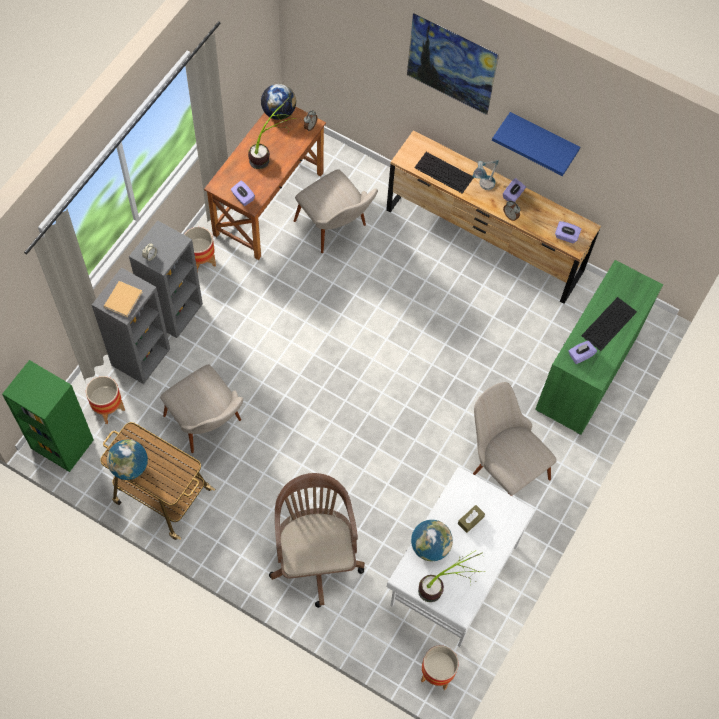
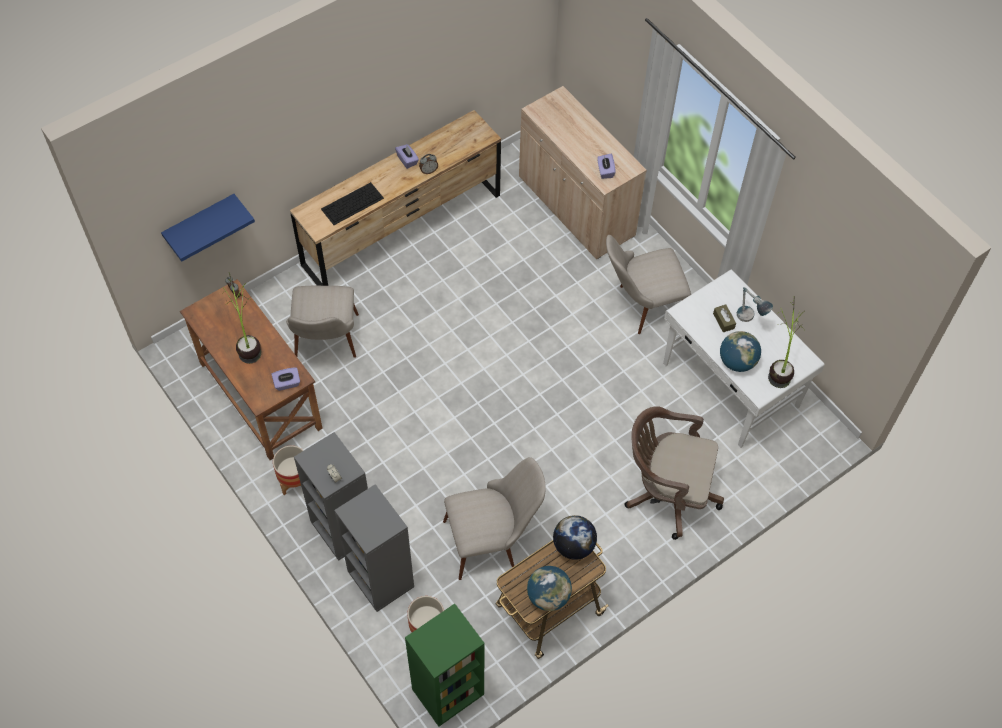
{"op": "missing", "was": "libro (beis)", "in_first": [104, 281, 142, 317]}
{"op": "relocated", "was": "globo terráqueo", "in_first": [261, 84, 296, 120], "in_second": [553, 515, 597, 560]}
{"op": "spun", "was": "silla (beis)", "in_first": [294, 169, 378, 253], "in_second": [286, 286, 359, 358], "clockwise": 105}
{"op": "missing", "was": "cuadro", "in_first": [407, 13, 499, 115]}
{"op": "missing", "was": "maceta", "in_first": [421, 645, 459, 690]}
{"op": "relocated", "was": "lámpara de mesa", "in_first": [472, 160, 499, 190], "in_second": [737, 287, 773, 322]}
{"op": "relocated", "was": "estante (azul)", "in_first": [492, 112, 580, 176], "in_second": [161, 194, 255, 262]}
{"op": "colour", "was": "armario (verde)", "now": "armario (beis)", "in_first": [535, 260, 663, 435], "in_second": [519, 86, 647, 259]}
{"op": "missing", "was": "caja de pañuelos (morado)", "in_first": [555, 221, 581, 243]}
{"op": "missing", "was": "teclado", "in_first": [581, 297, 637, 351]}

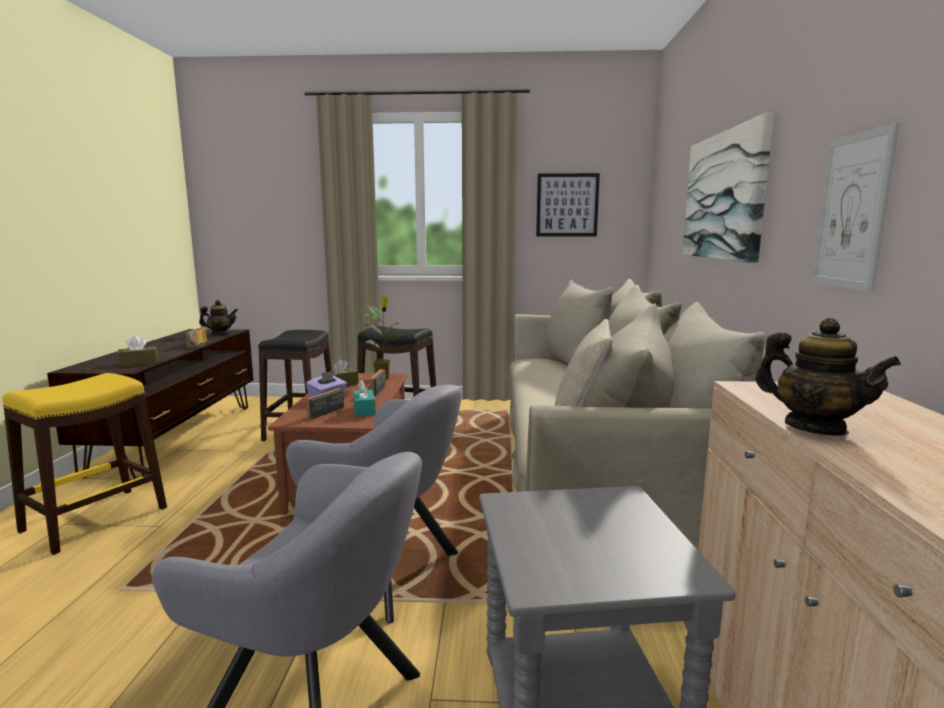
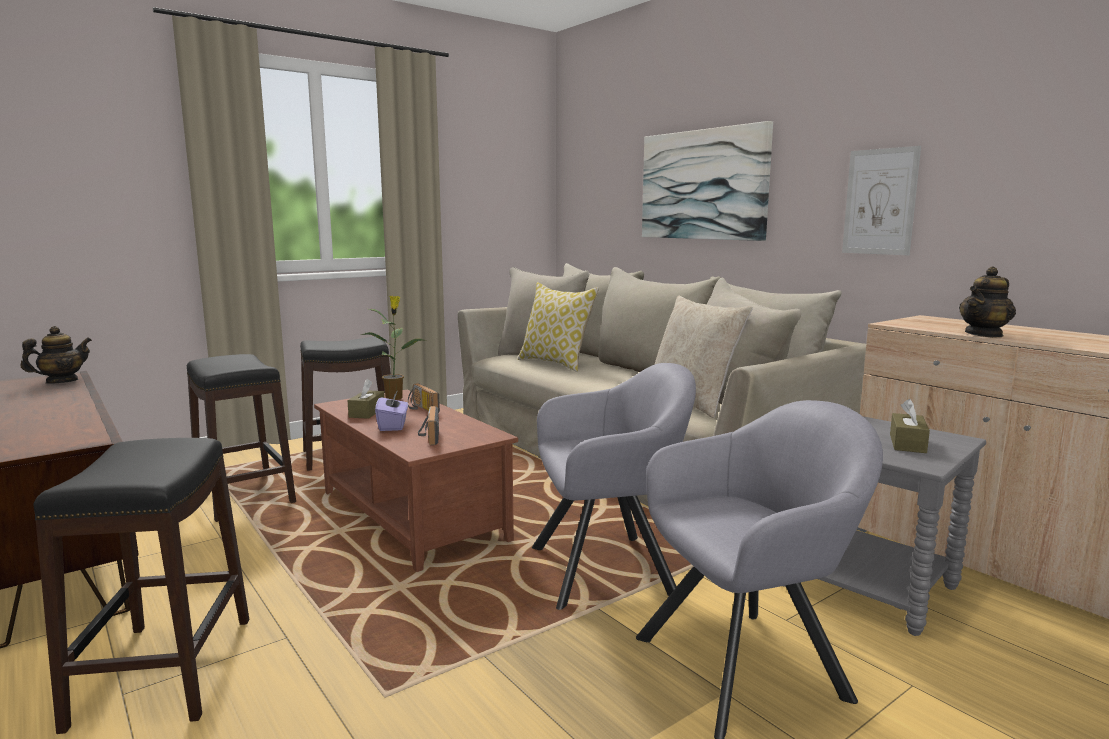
{"op": "colour", "was": "taburete (amarillo)", "now": "taburete (negro)", "in_first": [2, 373, 167, 555], "in_second": [33, 438, 249, 734]}
{"op": "relocated", "was": "caja de pañuelos (marrón)", "in_first": [118, 335, 157, 367], "in_second": [890, 399, 930, 453]}
{"op": "missing", "was": "radio", "in_first": [184, 327, 207, 348]}
{"op": "missing", "was": "caja de pañuelos (turquesa)", "in_first": [353, 380, 376, 417]}
{"op": "missing", "was": "cuadro", "in_first": [536, 173, 600, 237]}
{"op": "spun", "was": "tetera", "in_first": [755, 318, 901, 435], "in_second": [959, 267, 1016, 338], "clockwise": 135}
{"op": "appeared", "now": "cojín", "in_second": [518, 282, 599, 372]}

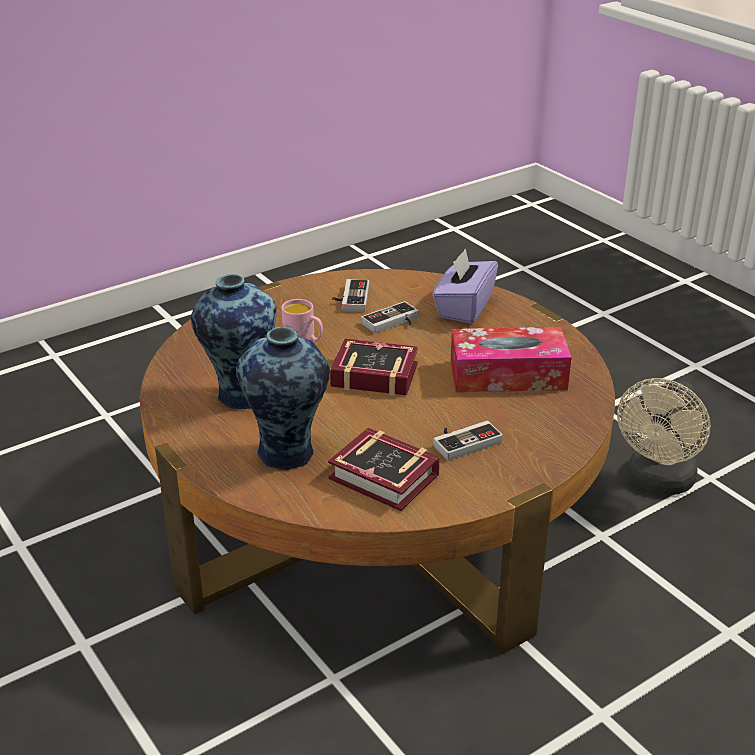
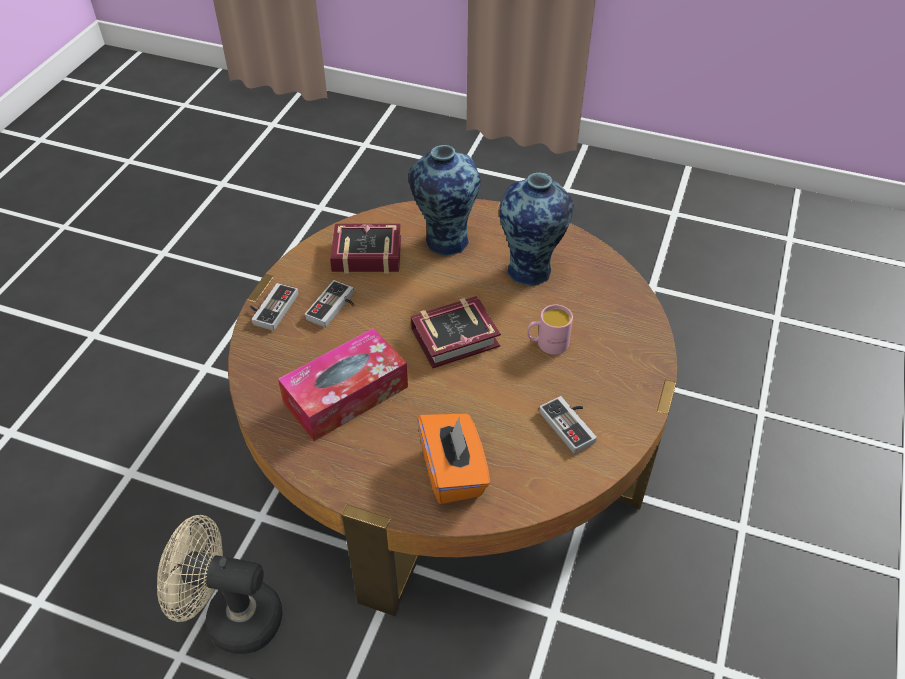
{"op": "relocated", "was": "mando de consola", "in_first": [361, 301, 419, 333], "in_second": [250, 283, 298, 331]}
{"op": "colour", "was": "caja de pañuelos (morado)", "now": "caja de pañuelos (naranja)", "in_first": [433, 248, 498, 324], "in_second": [417, 414, 490, 504]}
{"op": "spun", "was": "ventilador (beis)", "in_first": [617, 378, 711, 495], "in_second": [157, 515, 283, 654], "clockwise": -75}

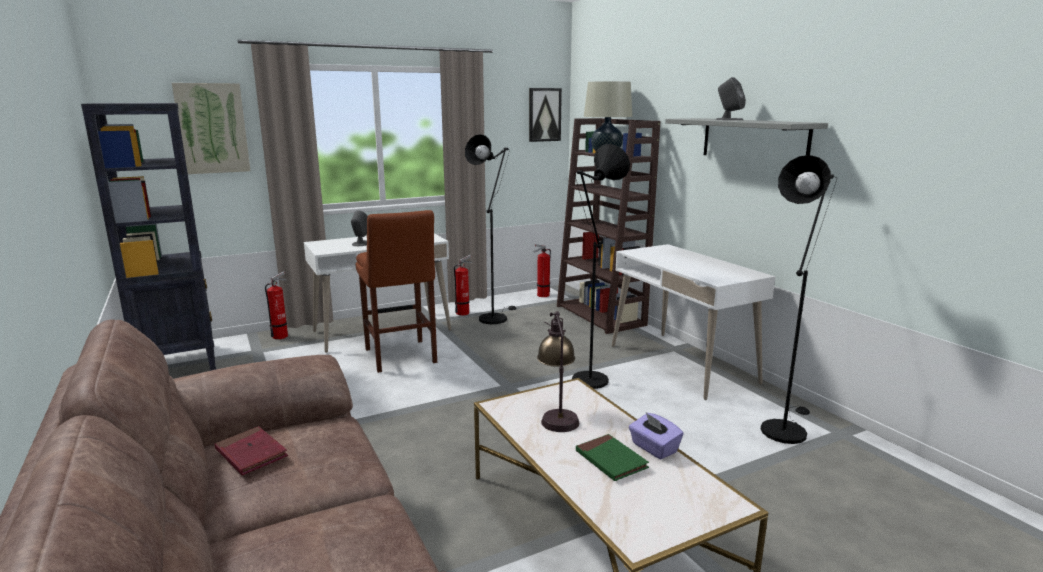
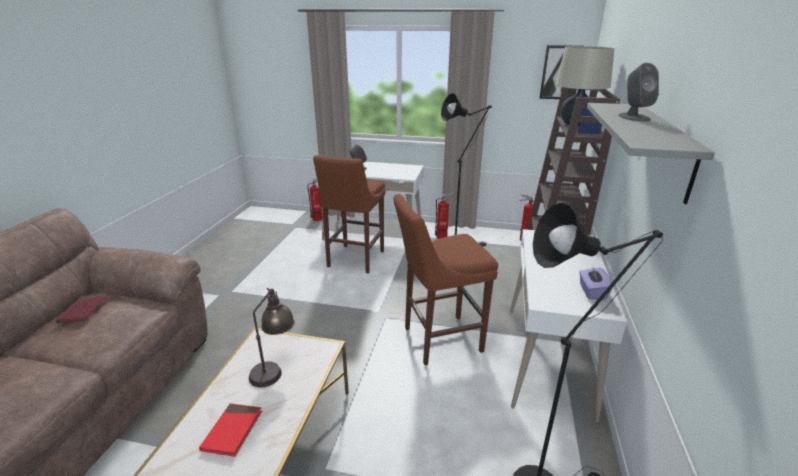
{"op": "missing", "was": "estantería (negro)", "in_first": [81, 103, 216, 371]}
{"op": "missing", "was": "cuadro", "in_first": [172, 83, 251, 174]}
{"op": "exchanged", "was": "lámpara de pie (negro)", "now": "taburete (marrón)", "in_first": [572, 144, 630, 389], "in_second": [393, 194, 498, 365]}
{"op": "colour", "was": "libro (verde)", "now": "libro (rojo)", "in_first": [576, 434, 649, 481], "in_second": [199, 403, 262, 457]}
{"op": "relocated", "was": "caja de pañuelos (morado)", "in_first": [629, 413, 684, 459], "in_second": [579, 266, 612, 300]}

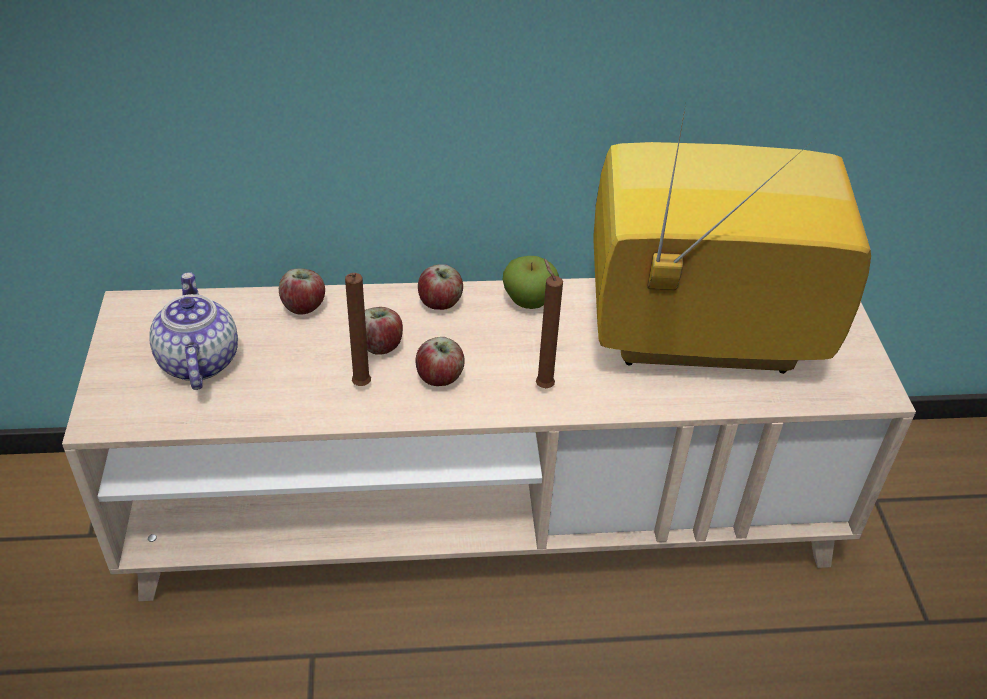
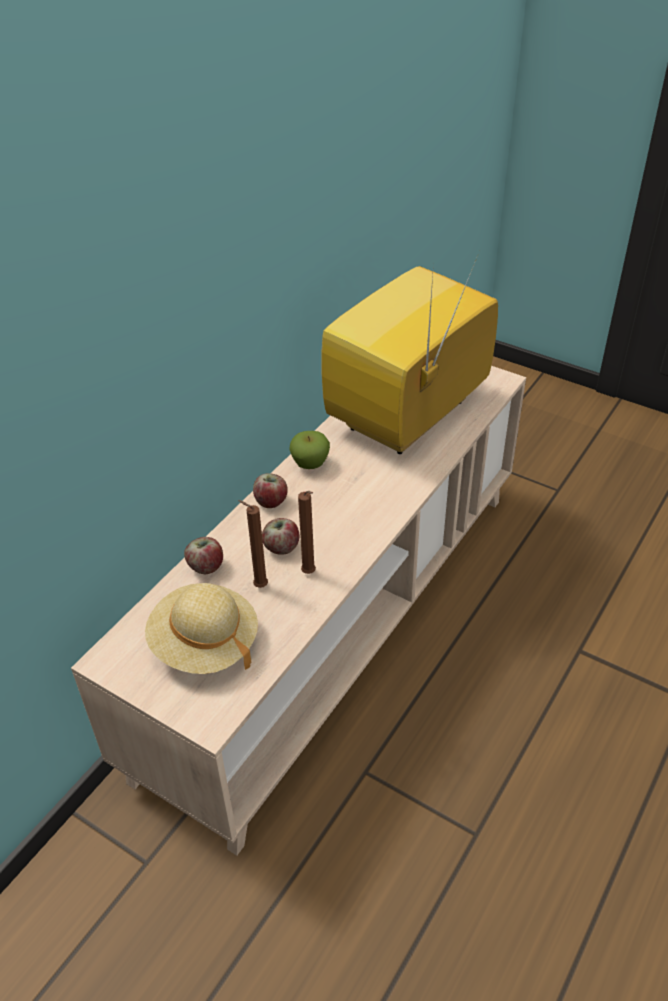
{"op": "exchanged", "was": "tetera", "now": "sombrero (beis)", "in_first": [149, 272, 238, 390], "in_second": [145, 583, 258, 674]}
{"op": "missing", "was": "manzana", "in_first": [416, 337, 465, 386]}
{"op": "relocated", "was": "vela (marrón)", "in_first": [536, 258, 563, 388], "in_second": [238, 500, 268, 588]}

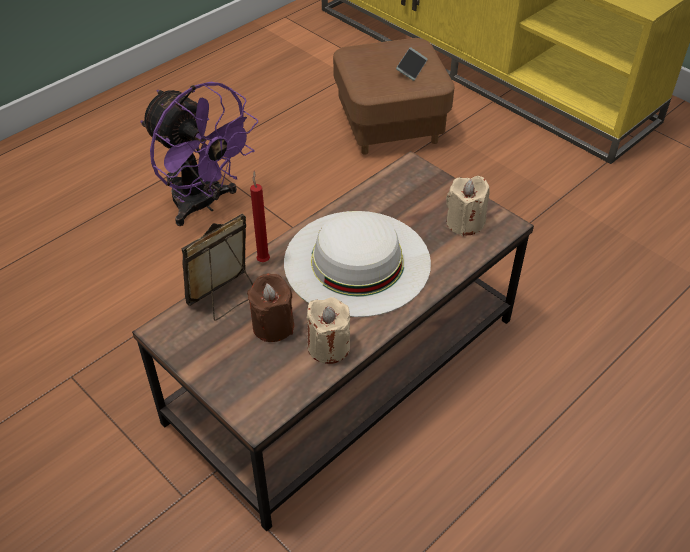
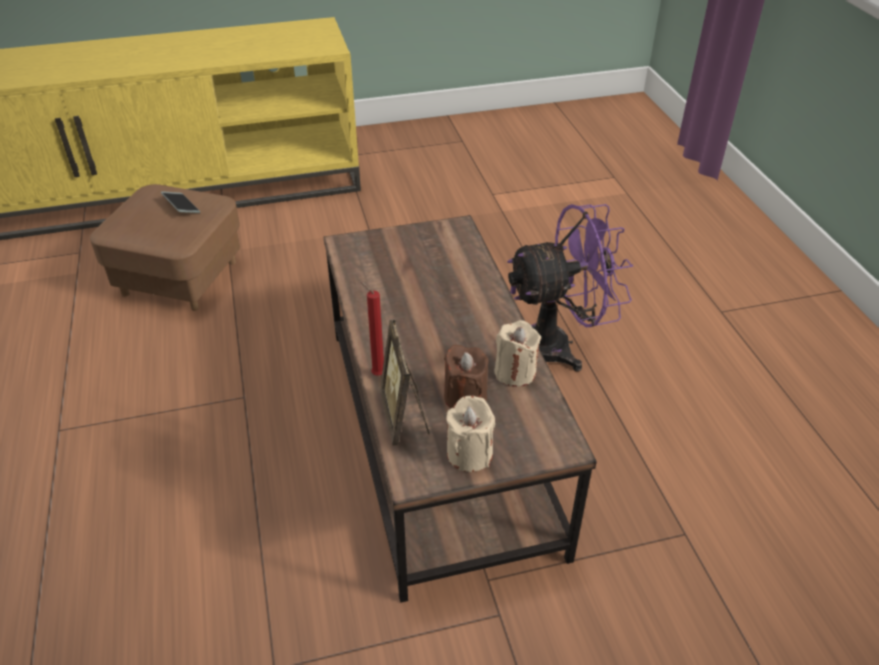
{"op": "relocated", "was": "ventilador (morado)", "in_first": [141, 82, 258, 226], "in_second": [507, 204, 634, 372]}
{"op": "missing", "was": "sombrero (blanco)", "in_first": [284, 211, 431, 317]}
{"op": "relocated", "was": "vela (beis)", "in_first": [446, 176, 490, 236], "in_second": [446, 396, 495, 472]}

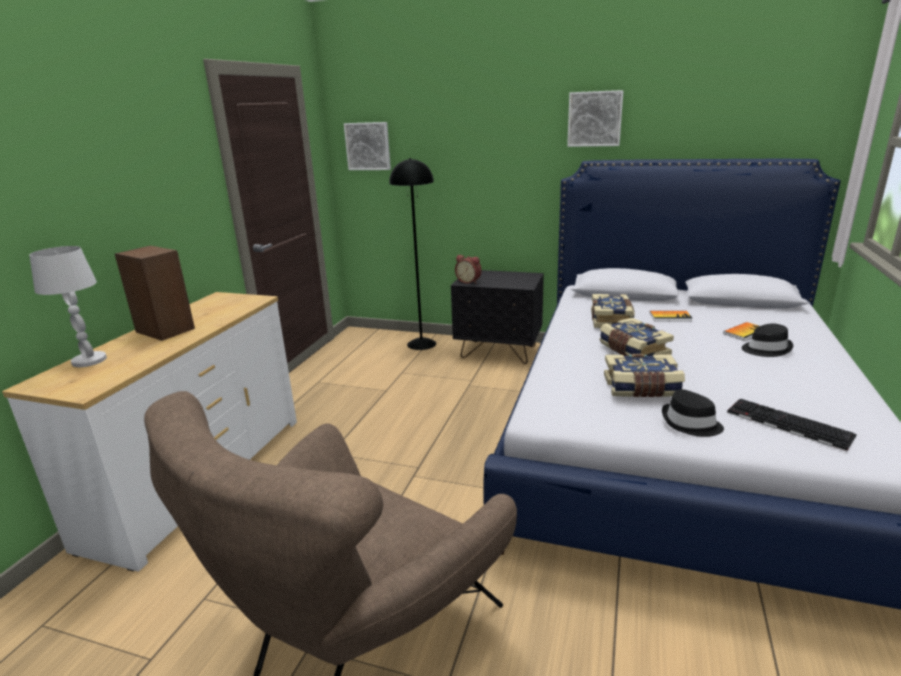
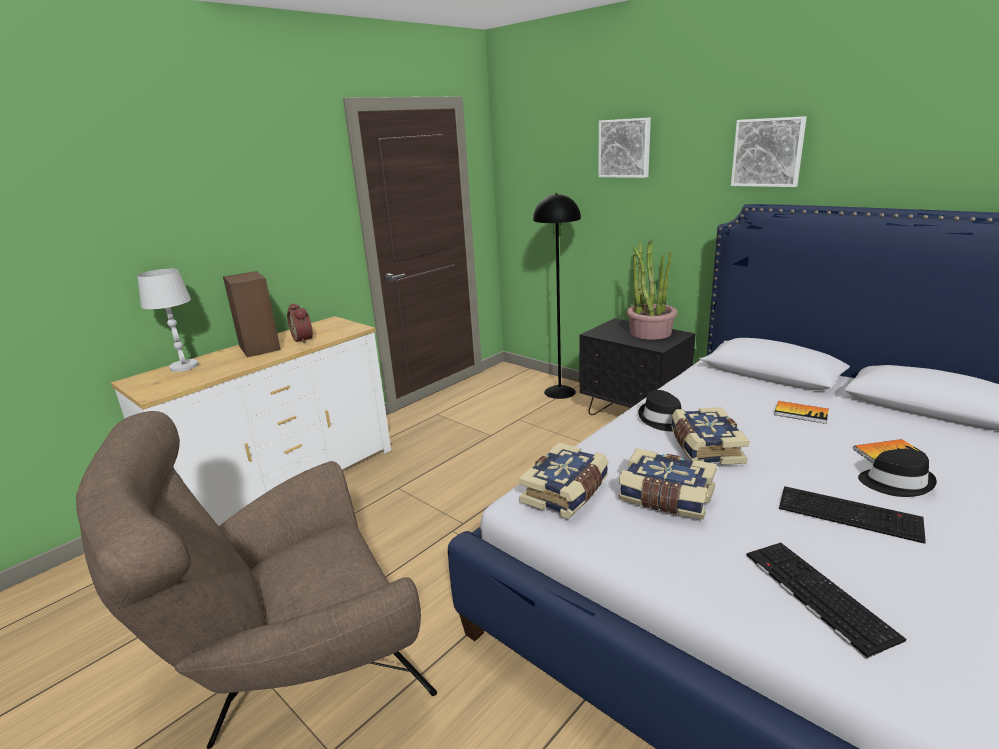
{"op": "relocated", "was": "cuadro", "in_first": [344, 122, 391, 170], "in_second": [598, 117, 651, 178]}
{"op": "relocated", "was": "despertador", "in_first": [455, 255, 482, 284], "in_second": [287, 303, 313, 344]}
{"op": "relocated", "was": "libro", "in_first": [591, 294, 635, 328], "in_second": [518, 442, 609, 519]}
{"op": "relocated", "was": "sombrero (negro)", "in_first": [662, 389, 724, 437], "in_second": [638, 390, 681, 431]}
{"op": "appeared", "now": "planta en maceta", "in_second": [627, 240, 677, 340]}
{"op": "appeared", "now": "teclado", "in_second": [779, 486, 926, 544]}

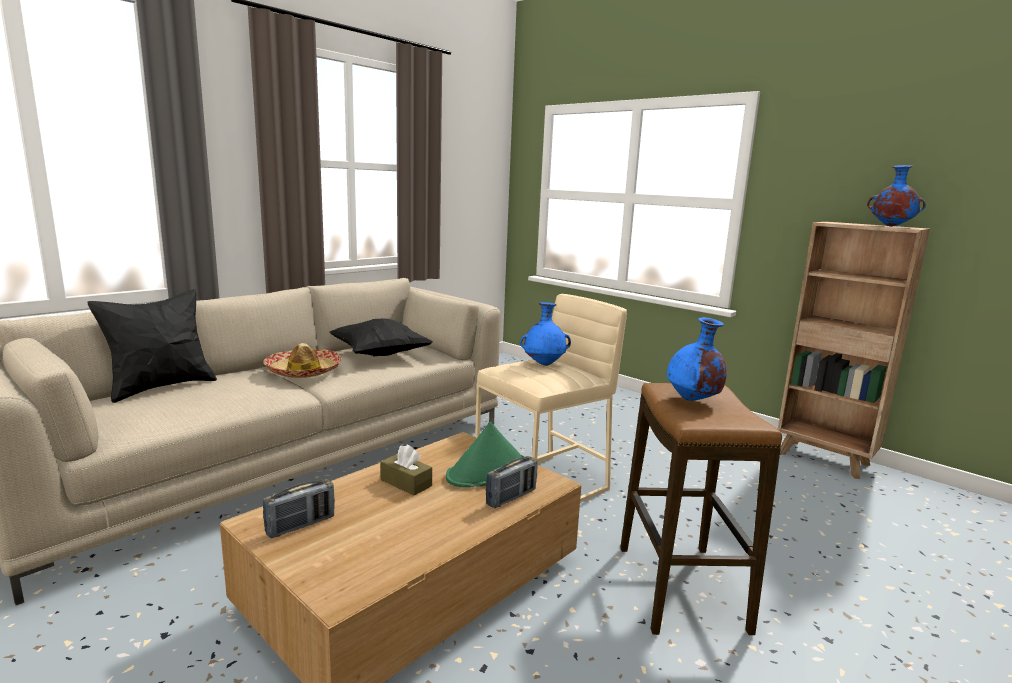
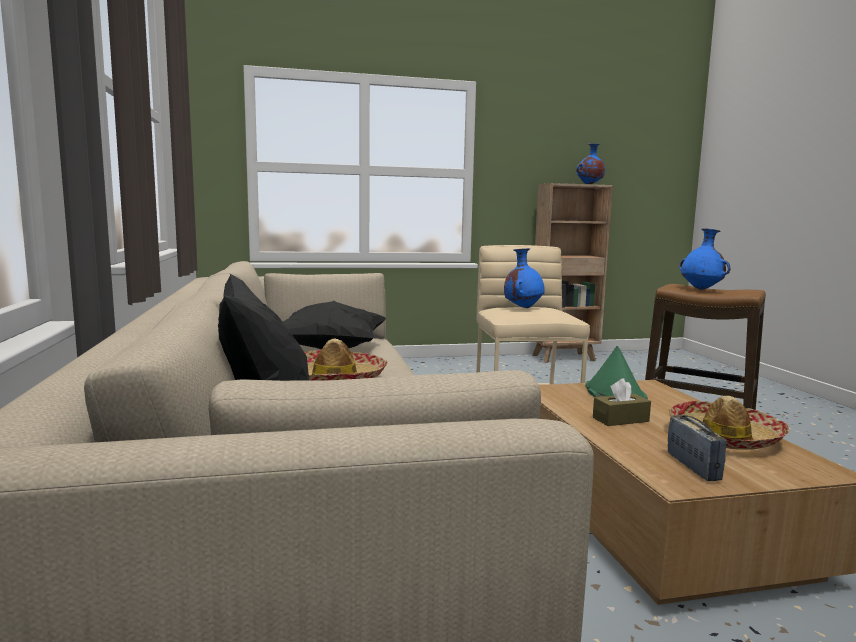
{"op": "missing", "was": "radio", "in_first": [486, 456, 538, 508]}
{"op": "appeared", "now": "sombrero", "in_second": [668, 396, 789, 450]}

